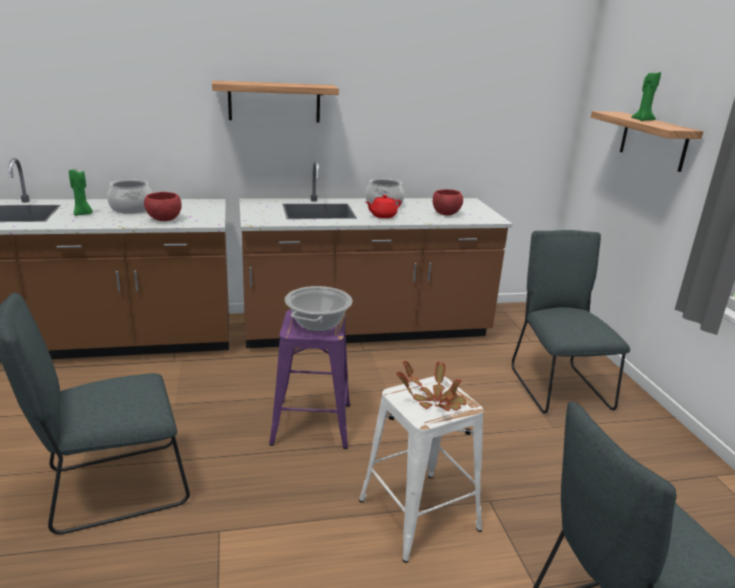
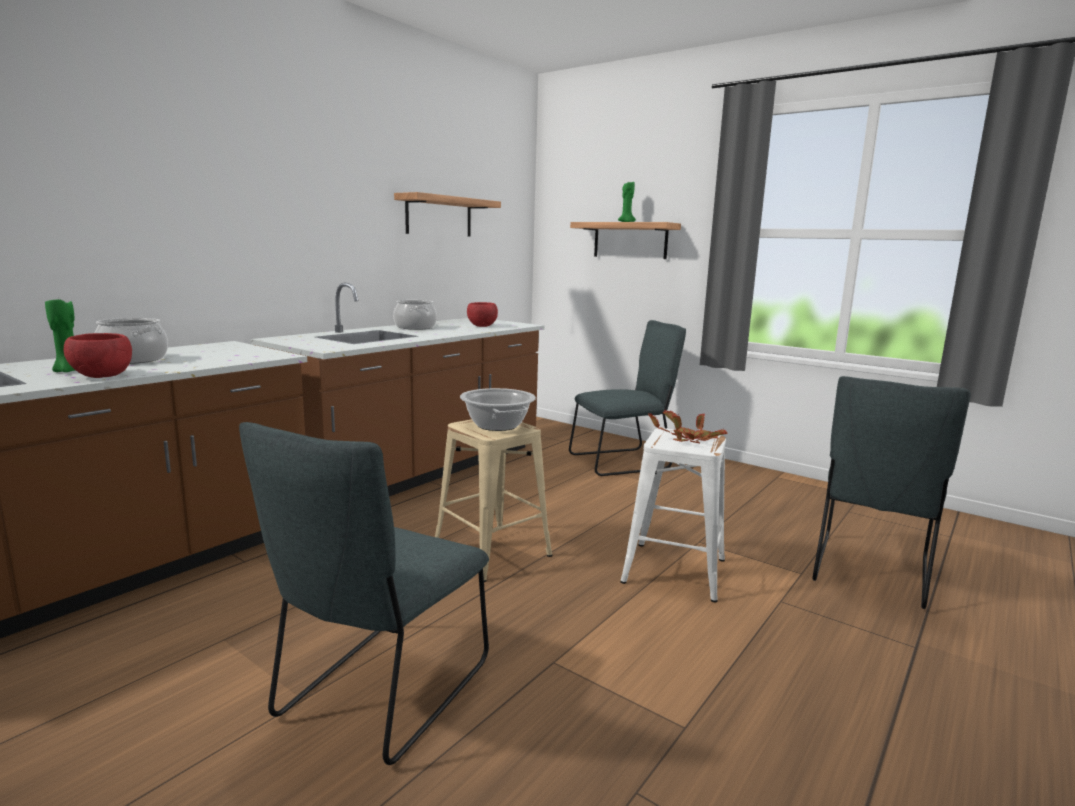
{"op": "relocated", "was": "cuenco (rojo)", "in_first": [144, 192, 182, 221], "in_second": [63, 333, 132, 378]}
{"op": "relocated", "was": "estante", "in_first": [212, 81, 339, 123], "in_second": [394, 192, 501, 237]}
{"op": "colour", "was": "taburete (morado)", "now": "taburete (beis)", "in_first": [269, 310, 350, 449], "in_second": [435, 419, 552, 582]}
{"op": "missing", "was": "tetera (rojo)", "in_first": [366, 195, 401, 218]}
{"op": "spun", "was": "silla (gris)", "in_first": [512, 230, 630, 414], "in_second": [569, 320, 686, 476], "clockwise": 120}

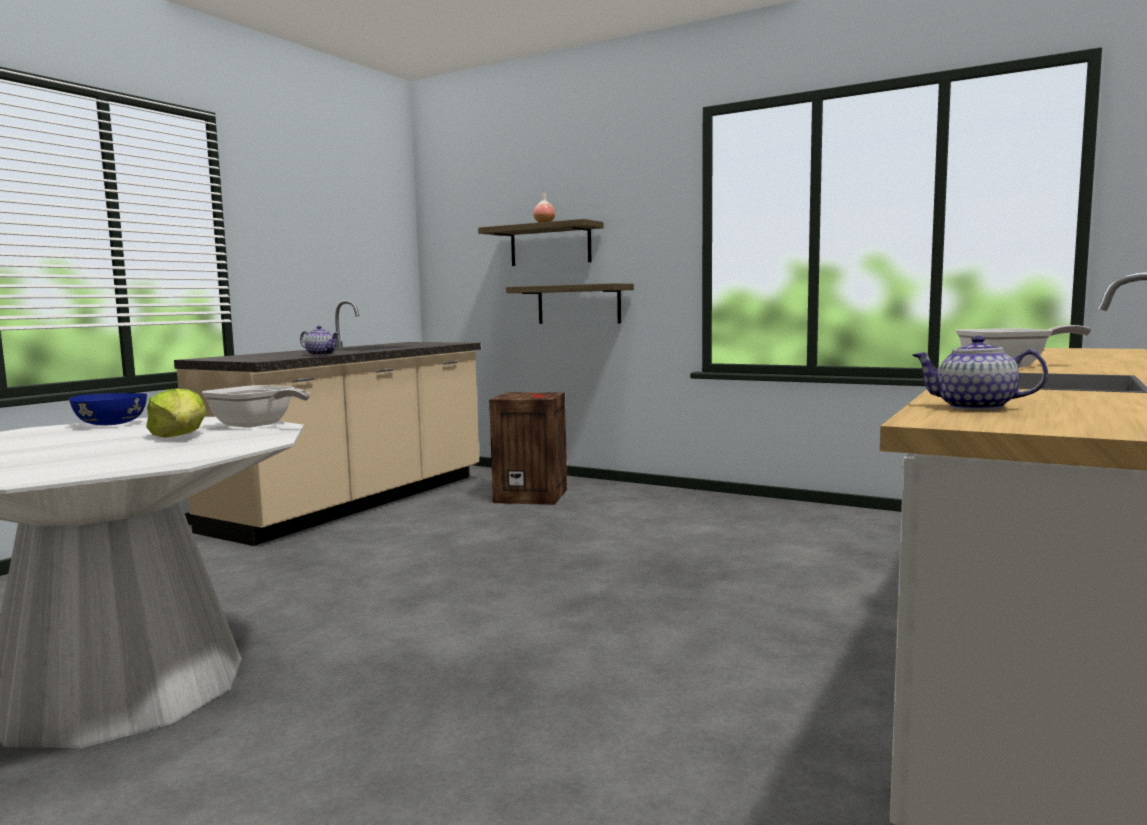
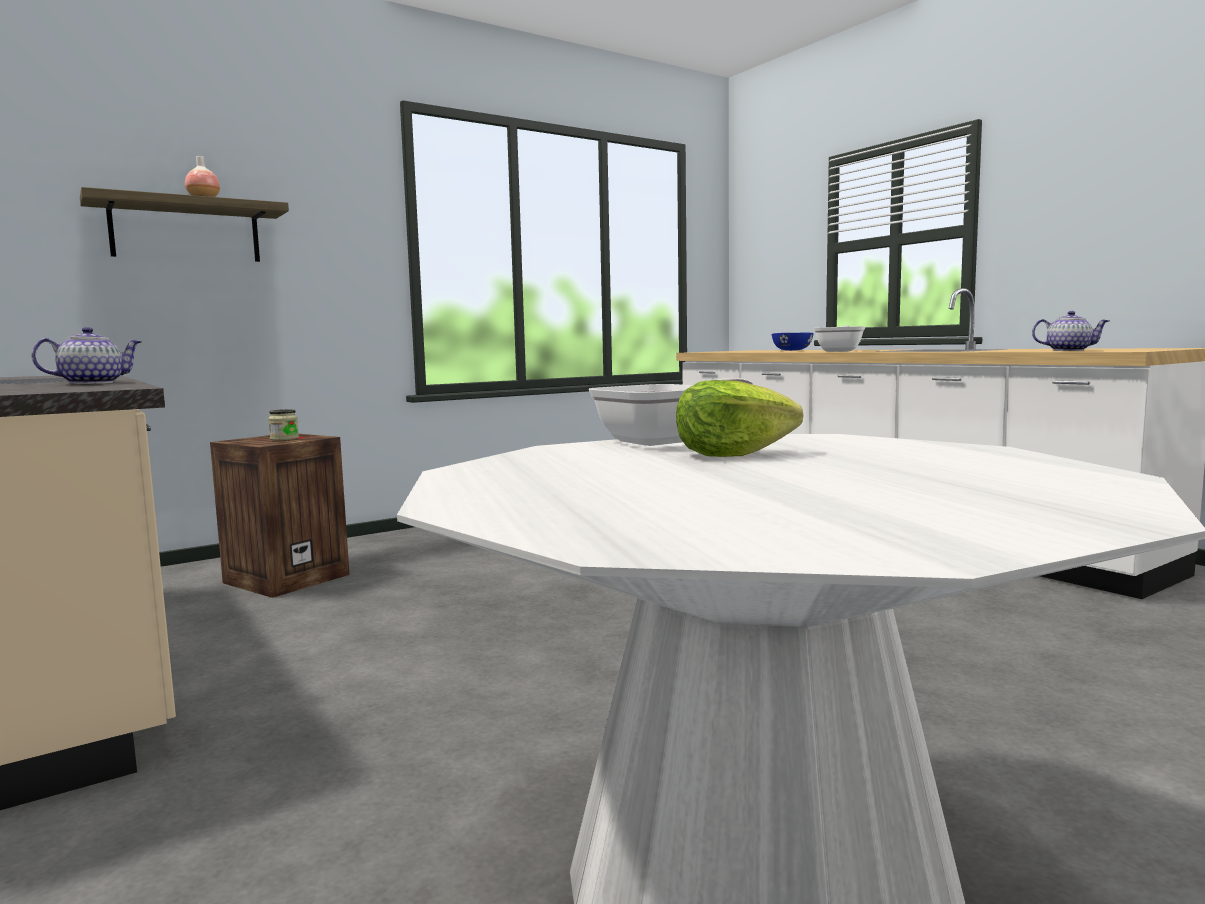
{"op": "relocated", "was": "cuenco (azul)", "in_first": [69, 393, 147, 425], "in_second": [772, 333, 814, 351]}
{"op": "missing", "was": "estante", "in_first": [506, 283, 634, 324]}
{"op": "spun", "was": "tetera", "in_first": [912, 336, 1048, 410], "in_second": [1032, 311, 1109, 351], "clockwise": -120}
{"op": "appeared", "now": "tarro", "in_second": [268, 409, 299, 441]}

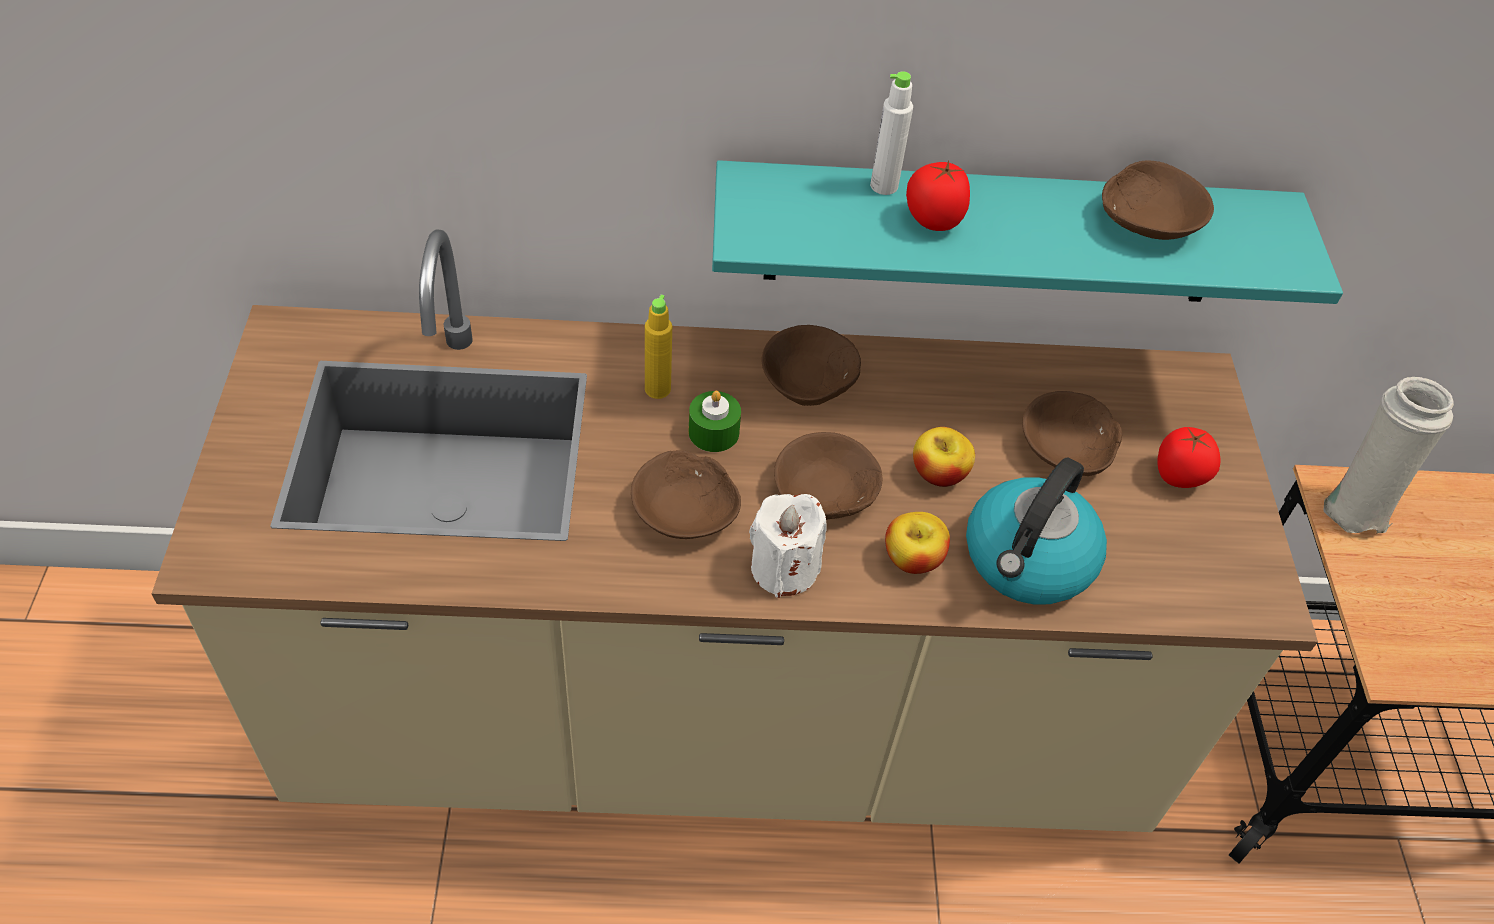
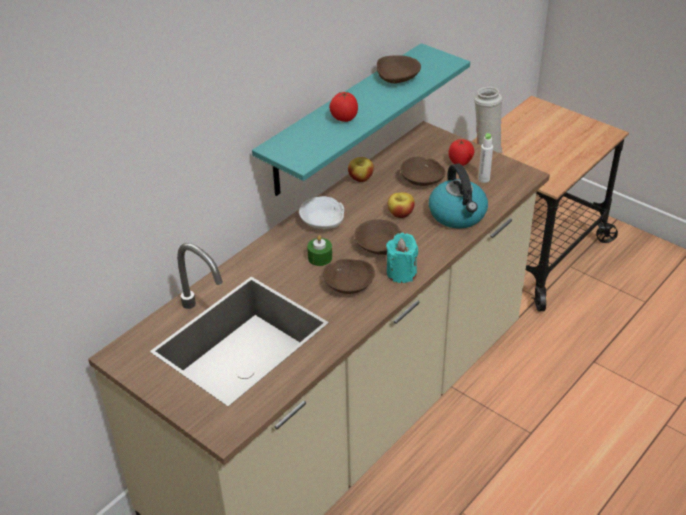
{"op": "missing", "was": "botella (amarillo)", "in_first": [645, 295, 672, 399]}
{"op": "colour", "was": "vela (blanco)", "now": "vela (turquesa)", "in_first": [749, 494, 827, 598], "in_second": [386, 233, 418, 283]}
{"op": "colour", "was": "cuenco (marrón)", "now": "cuenco (blanco)", "in_first": [761, 325, 861, 406], "in_second": [299, 196, 344, 229]}
{"op": "relocated", "was": "botella (blanco)", "in_first": [870, 71, 913, 195], "in_second": [478, 133, 493, 183]}
{"op": "relocated", "was": "manzana", "in_first": [885, 512, 950, 574], "in_second": [348, 157, 374, 182]}

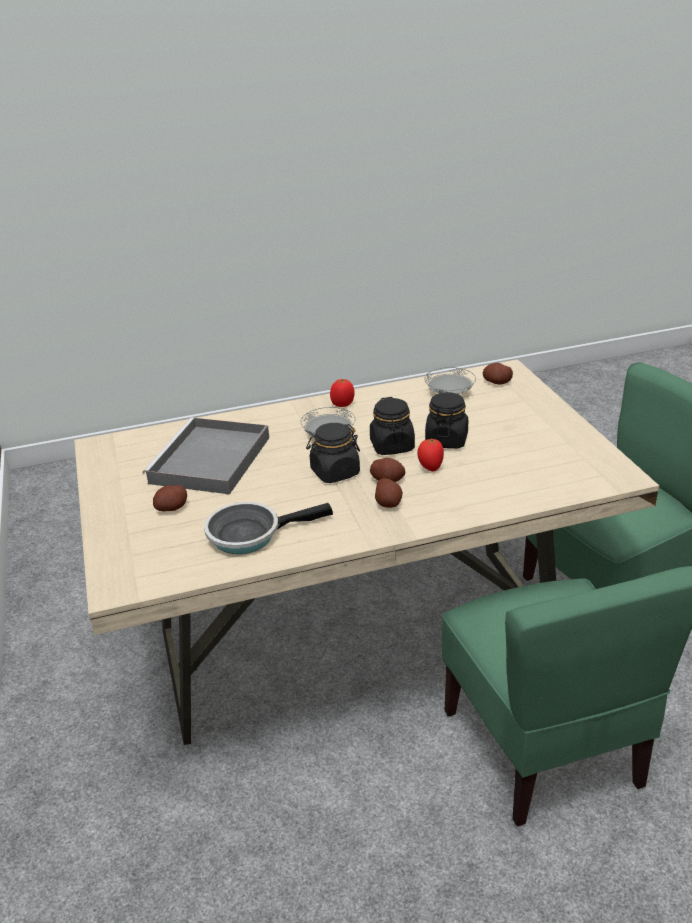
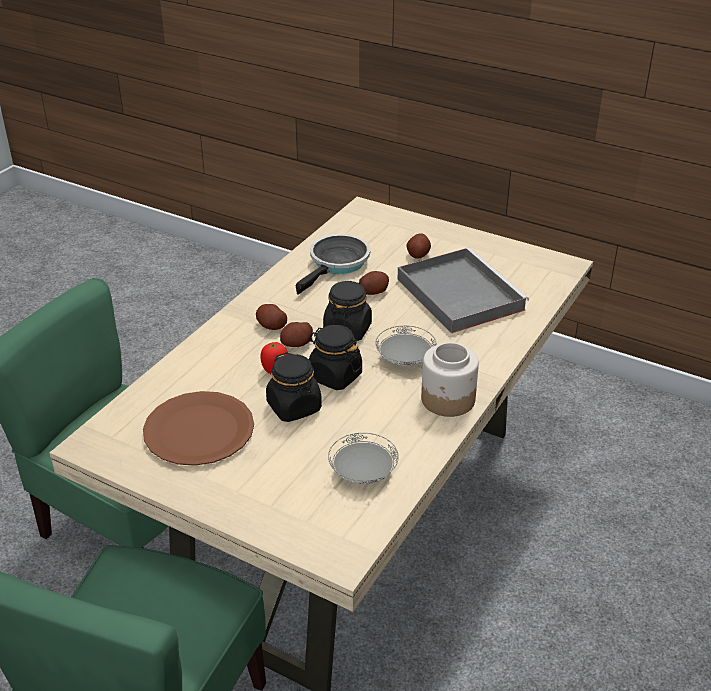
{"op": "exchanged", "was": "tomate", "now": "tarro", "in_first": [330, 379, 355, 407], "in_second": [421, 342, 479, 417]}
{"op": "relocated", "was": "patata", "in_first": [483, 363, 513, 384], "in_second": [359, 271, 389, 295]}
{"op": "appeared", "now": "plato (marrón)", "in_second": [143, 391, 254, 466]}

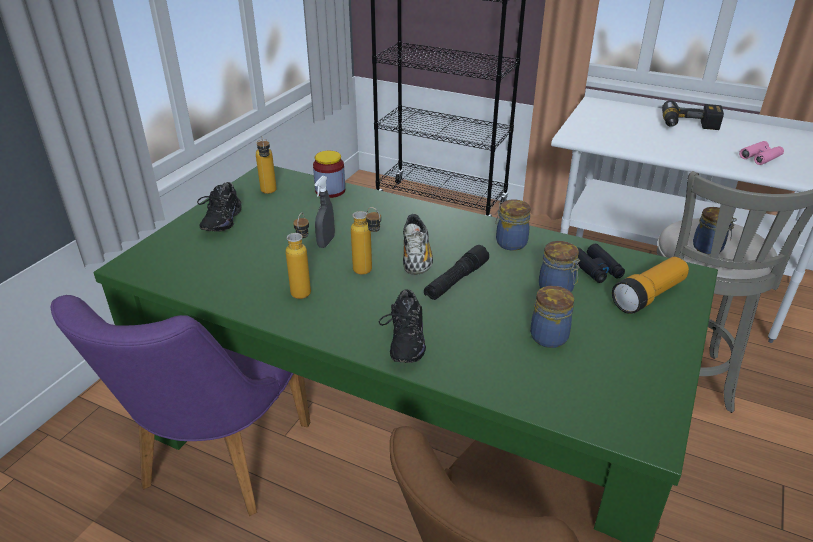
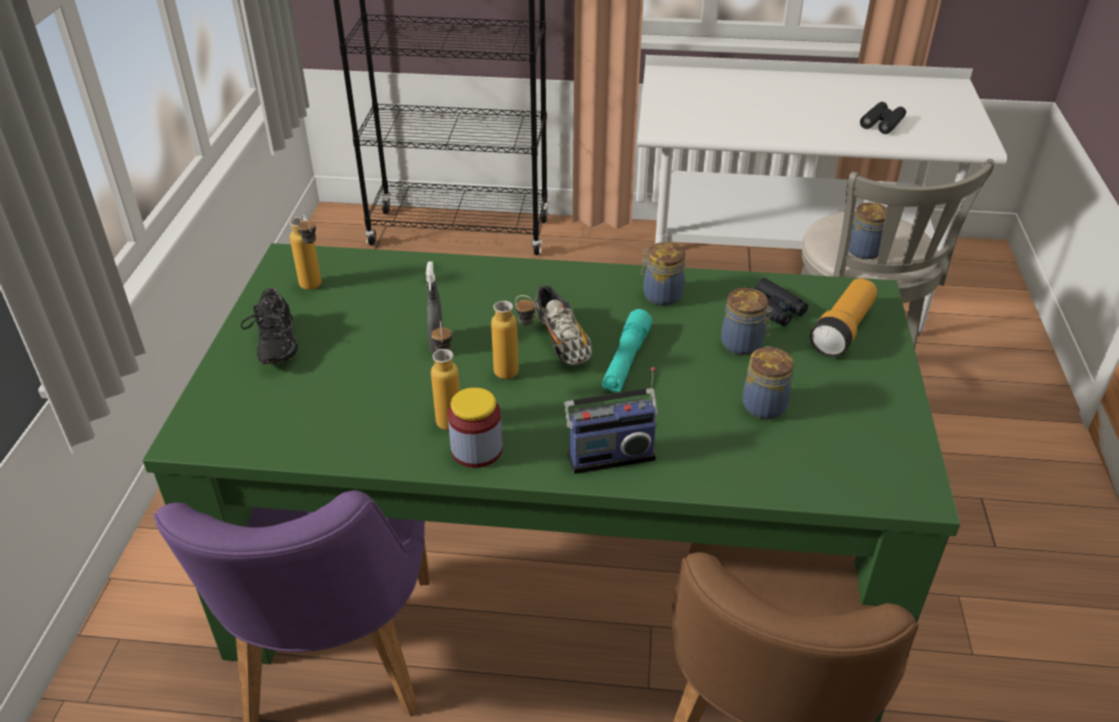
{"op": "relocated", "was": "tarro", "in_first": [313, 151, 345, 198], "in_second": [448, 387, 502, 468]}
{"op": "exchanged", "was": "zapato (negro)", "now": "radio", "in_first": [378, 289, 426, 363], "in_second": [564, 367, 658, 474]}
{"op": "colour", "was": "linterna (negro)", "now": "linterna (turquesa)", "in_first": [424, 245, 489, 300], "in_second": [602, 309, 652, 392]}
{"op": "missing", "was": "taladro", "in_first": [662, 100, 724, 130]}
{"op": "colour", "was": "prismáticos (rosa)", "now": "prismáticos (negro)", "in_first": [739, 141, 784, 165], "in_second": [860, 102, 906, 134]}

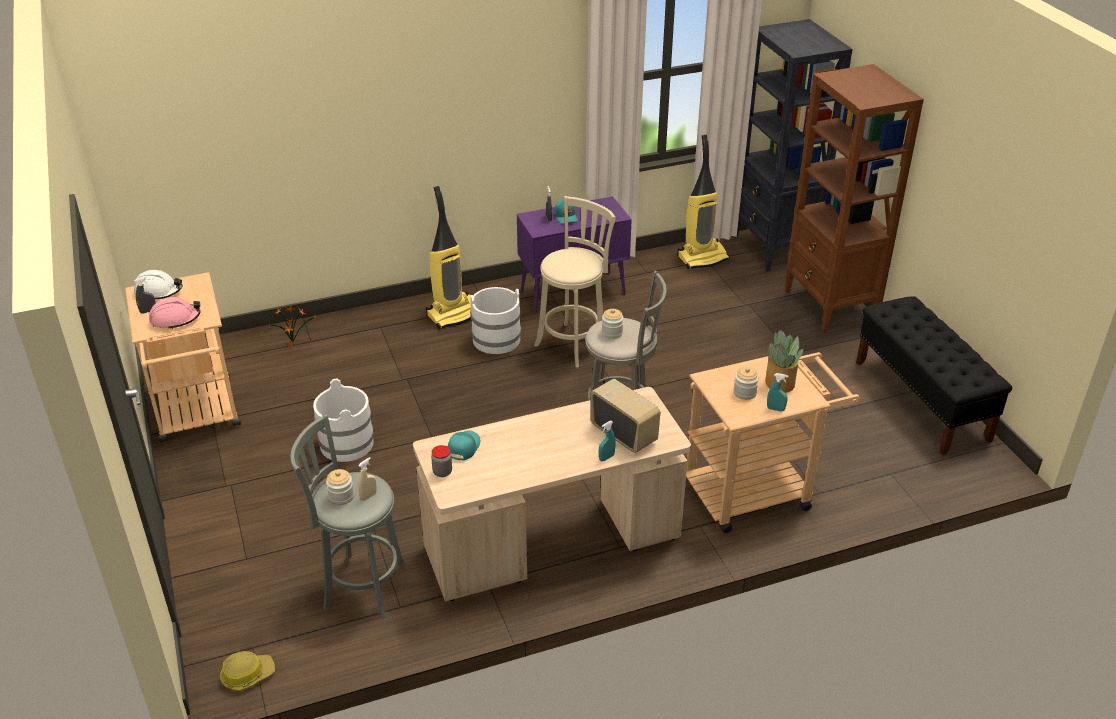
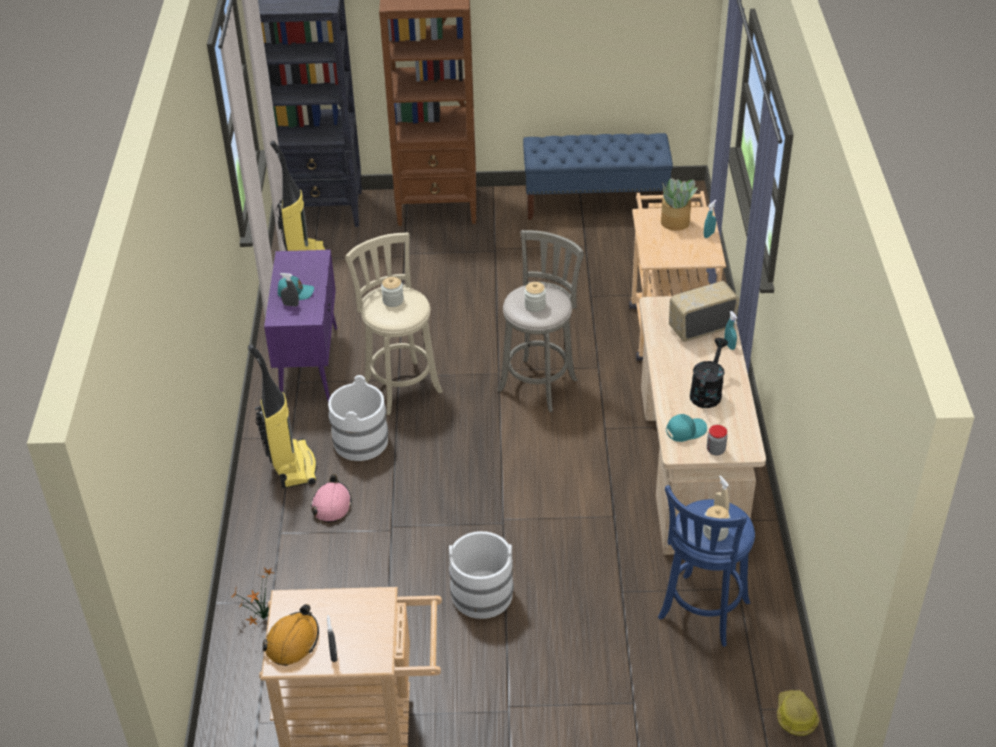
{"op": "colour", "was": "casco (blanco)", "now": "casco (naranja)", "in_first": [134, 270, 182, 299], "in_second": [263, 604, 319, 666]}
{"op": "relocated", "was": "casco (rosa)", "in_first": [149, 297, 201, 330], "in_second": [311, 474, 352, 522]}
{"op": "colour", "was": "taburete (gris)", "now": "taburete (azul)", "in_first": [290, 414, 406, 619], "in_second": [658, 485, 755, 647]}
{"op": "spun", "was": "gorra (turquesa)", "in_first": [448, 431, 480, 460], "in_second": [666, 414, 707, 442], "clockwise": 120}
{"op": "relocated", "was": "tarro", "in_first": [733, 367, 759, 400], "in_second": [381, 277, 404, 307]}
{"op": "colour", "was": "banco (negro)", "now": "banco (azul)", "in_first": [856, 296, 1012, 456], "in_second": [523, 133, 673, 220]}
{"op": "appeared", "now": "regadera (negro)", "in_second": [690, 338, 728, 408]}

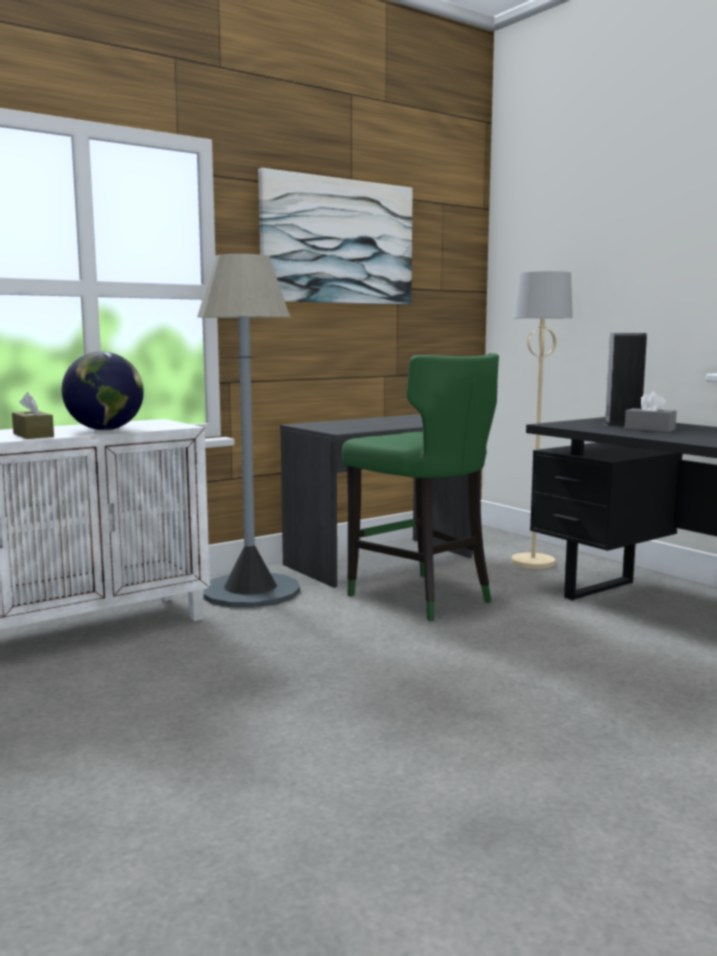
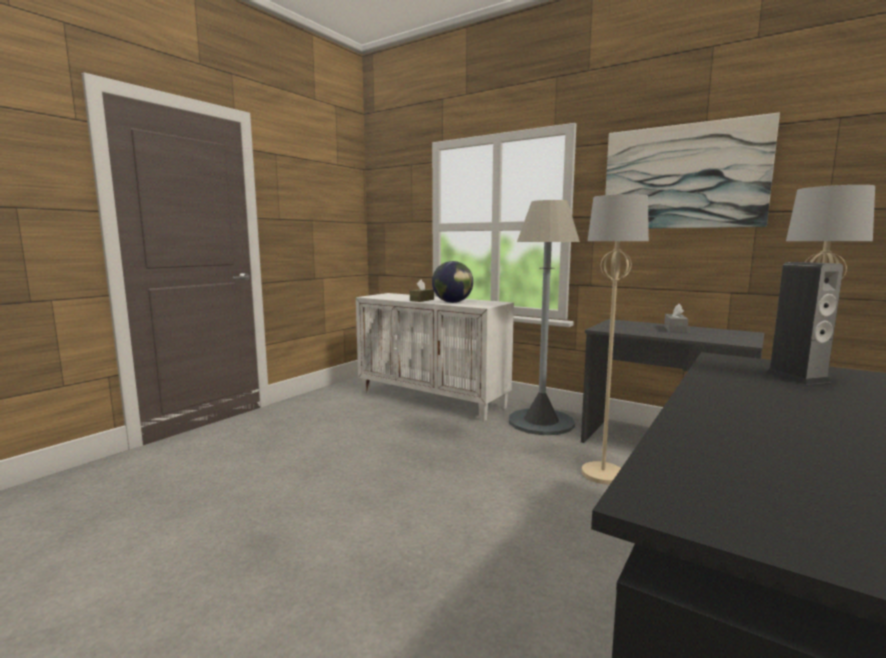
{"op": "exchanged", "was": "taburete (verde)", "now": "lámpara de pie (beis)", "in_first": [342, 353, 499, 621], "in_second": [582, 194, 649, 484]}
{"op": "relocated", "was": "caja de pañuelos (gris)", "in_first": [625, 392, 677, 432], "in_second": [664, 304, 688, 333]}

